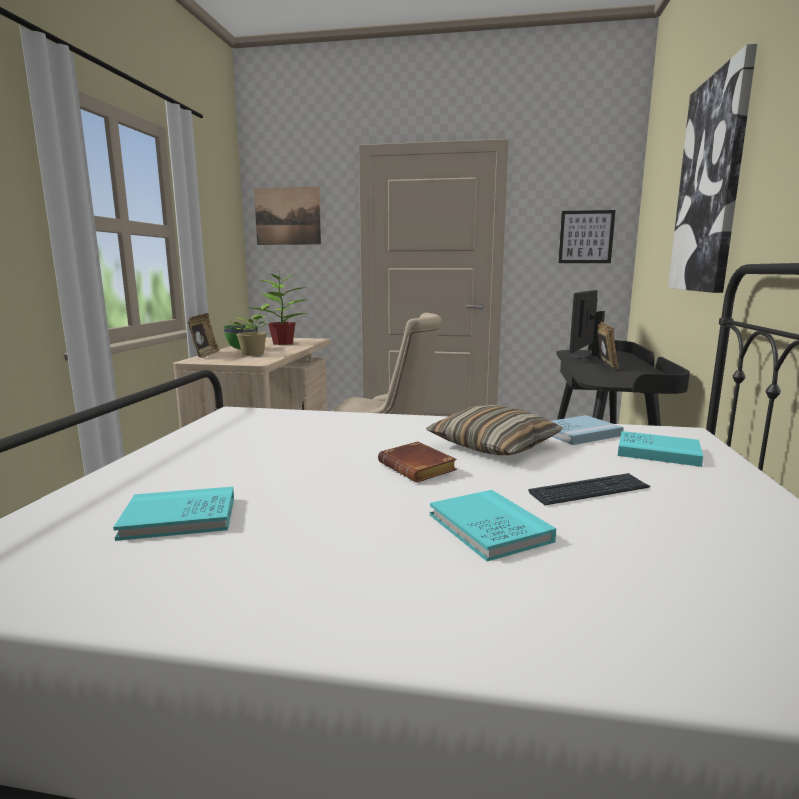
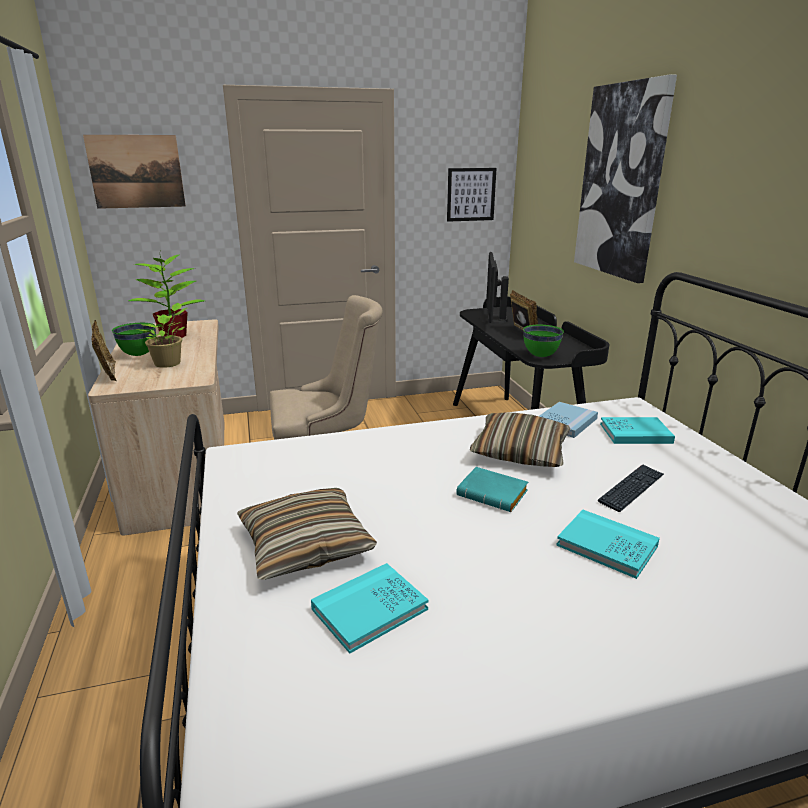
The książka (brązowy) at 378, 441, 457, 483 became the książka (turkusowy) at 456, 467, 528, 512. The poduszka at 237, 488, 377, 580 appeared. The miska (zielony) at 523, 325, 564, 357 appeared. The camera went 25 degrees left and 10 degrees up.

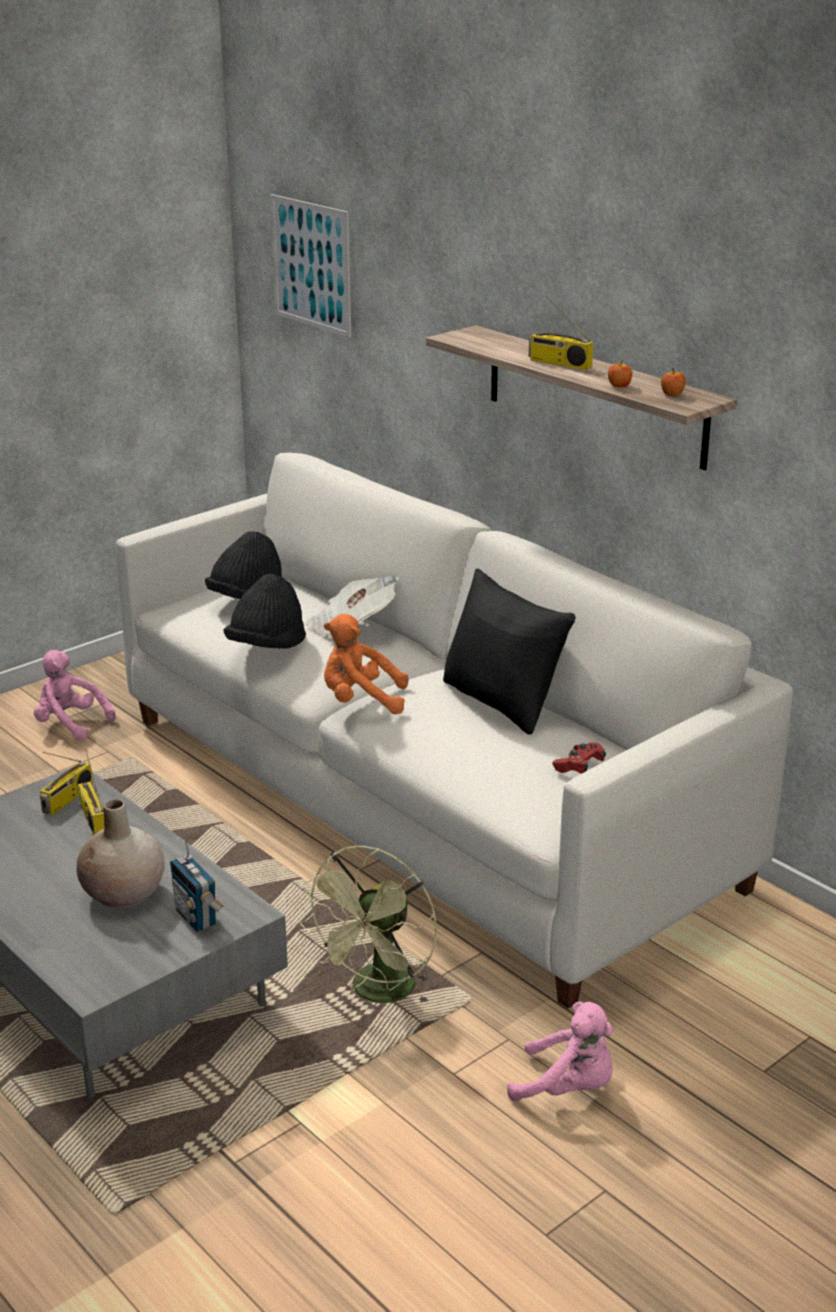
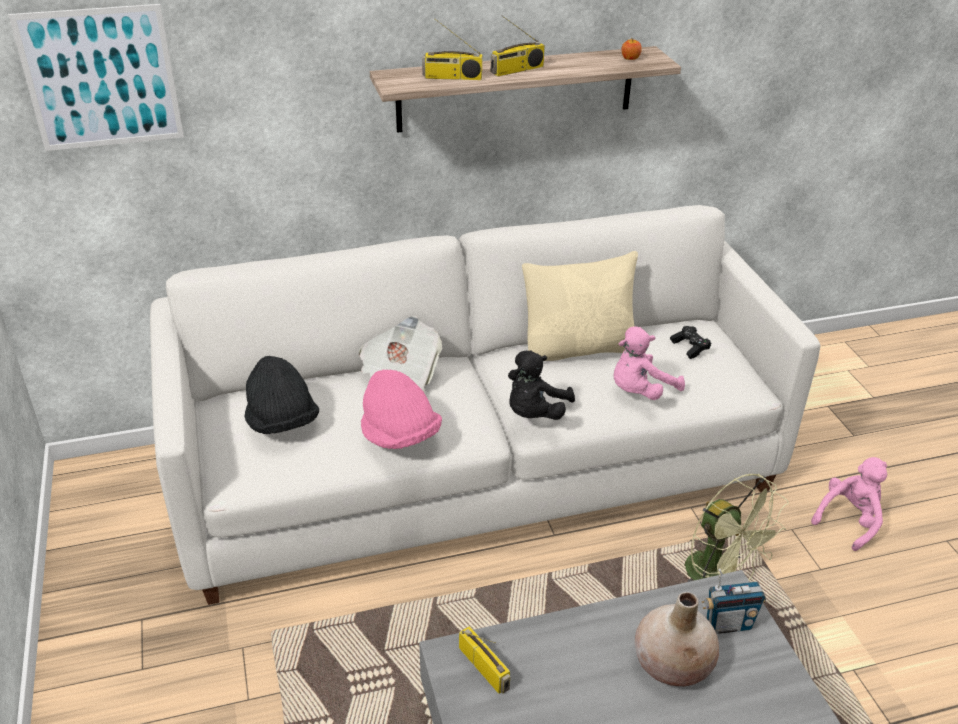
The pluszak (różowy) moved from 34, 650, 115, 740 to 613, 326, 685, 400. The radio moved from 78, 753, 104, 835 to 422, 18, 482, 80. The kapelusz (czarny) at 223, 574, 306, 649 became the kapelusz (różowy) at 361, 370, 442, 449. The pluszak (pomarańczowy) at 324, 614, 408, 714 became the pluszak (czarny) at 508, 350, 575, 420. The poduszka (czarny) at 443, 568, 576, 735 became the poduszka (beżowy) at 522, 251, 638, 361. The pad do gier (czerwony) at 553, 742, 606, 774 became the pad do gier (czarny) at 670, 326, 711, 359. The jabłko at 608, 360, 632, 387 disappeared. The camera went 65 degrees left and 10 degrees up.

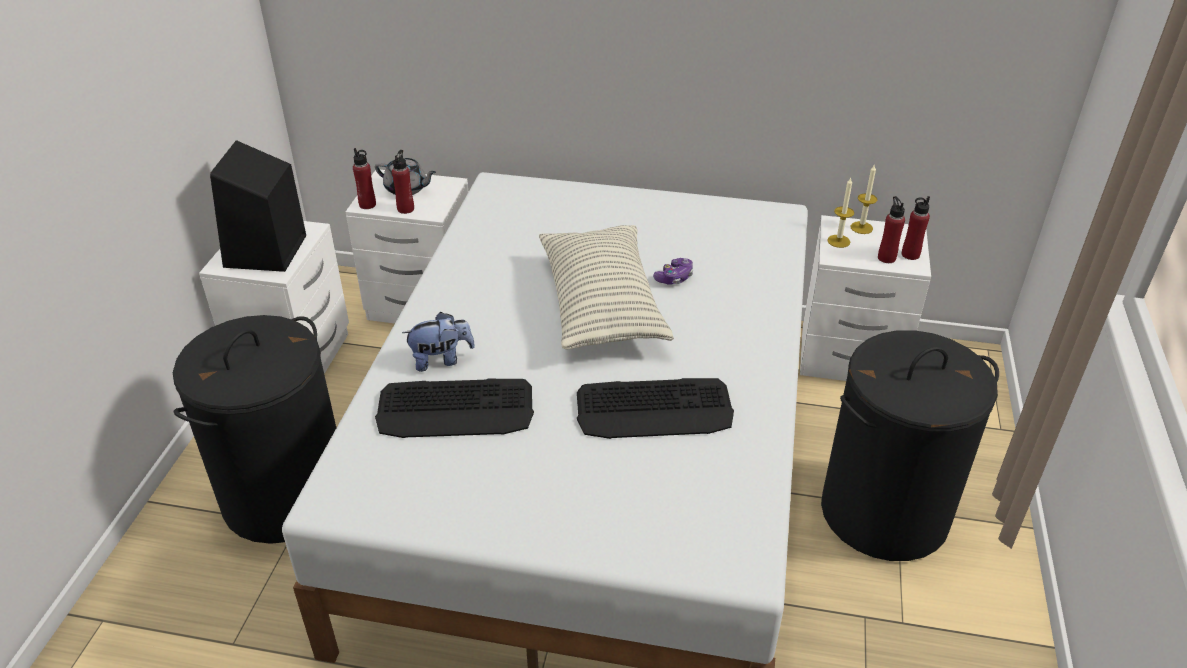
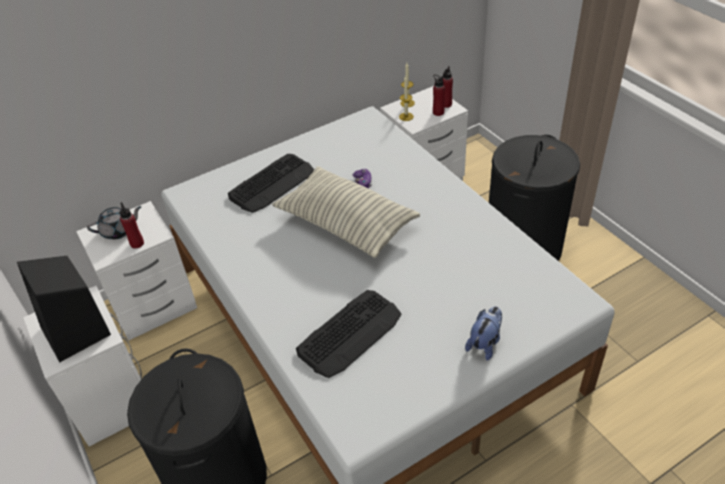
The butelka (czerwony) at 353, 148, 376, 209 disappeared. The pluszak moved from 402, 312, 475, 372 to 465, 306, 502, 360. The klawiatura moved from 577, 378, 734, 439 to 228, 154, 314, 213. The camera went 40 degrees left and 5 degrees up.

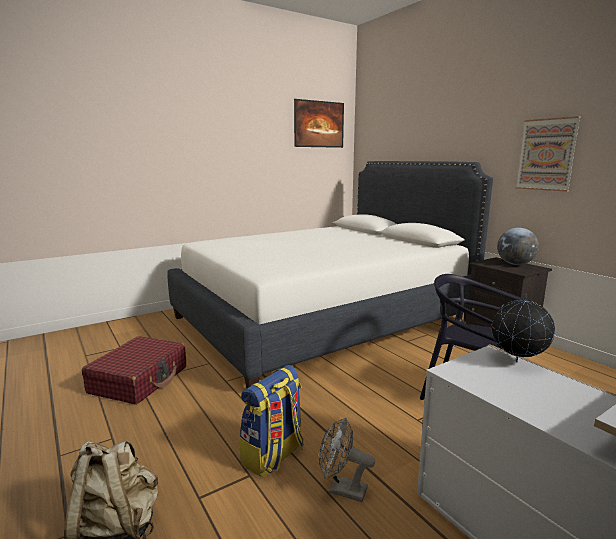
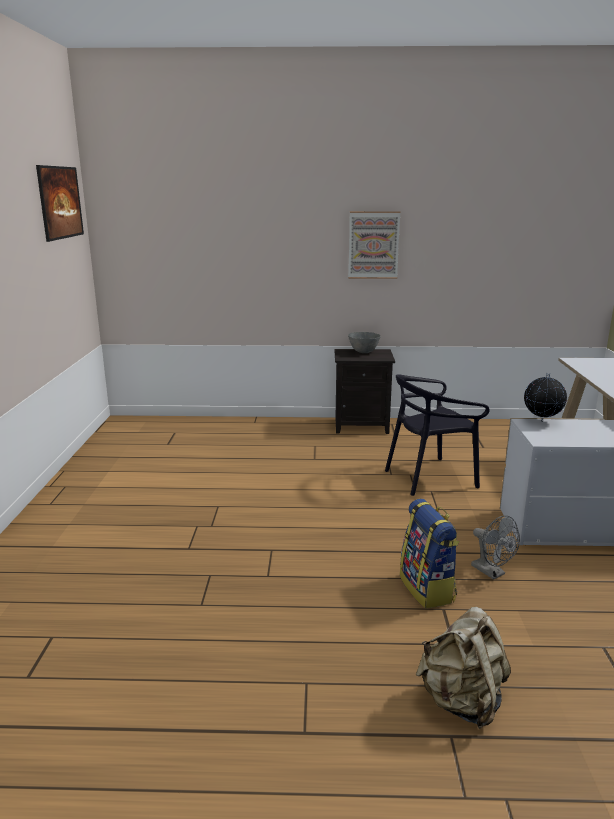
The walizka (czerwony) at 82, 336, 186, 405 disappeared. The łóżko (biały) at 167, 161, 493, 389 disappeared. The wentylator (szary) at 319, 417, 375, 502 turned 90 degrees counterclockwise. The globus at 497, 228, 539, 265 was replaced by the miska (szary) at 348, 332, 381, 353. The camera went 55 degrees left and 5 degrees up.

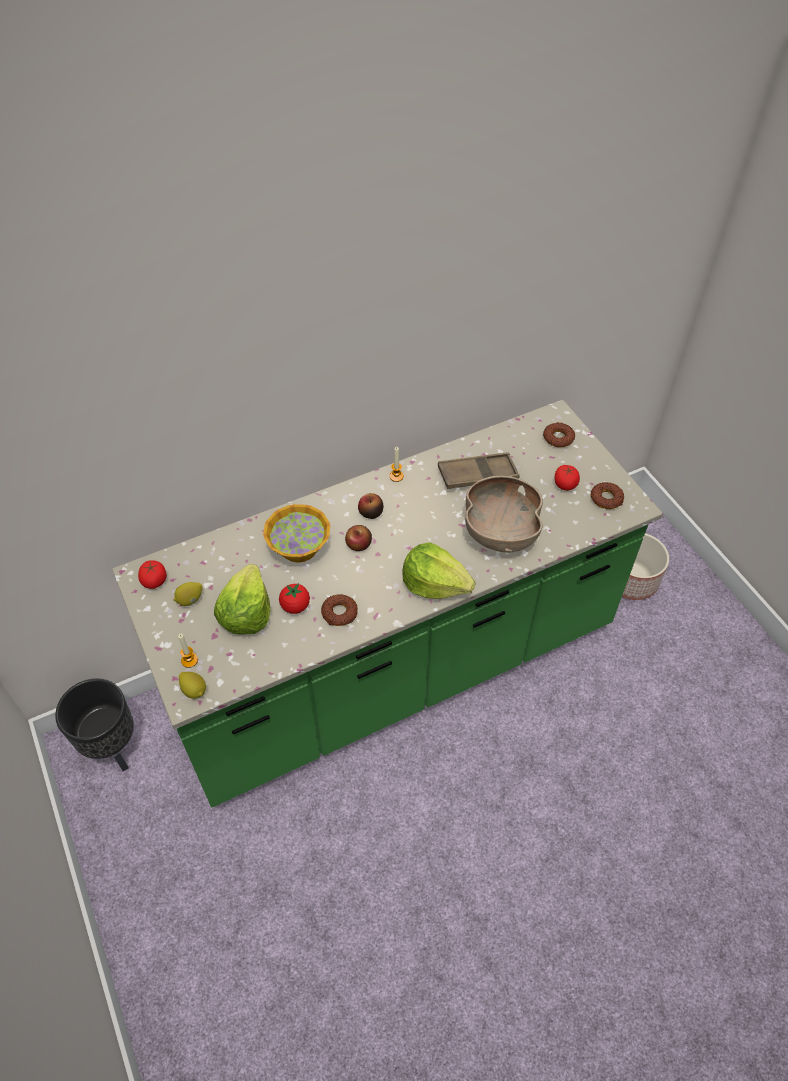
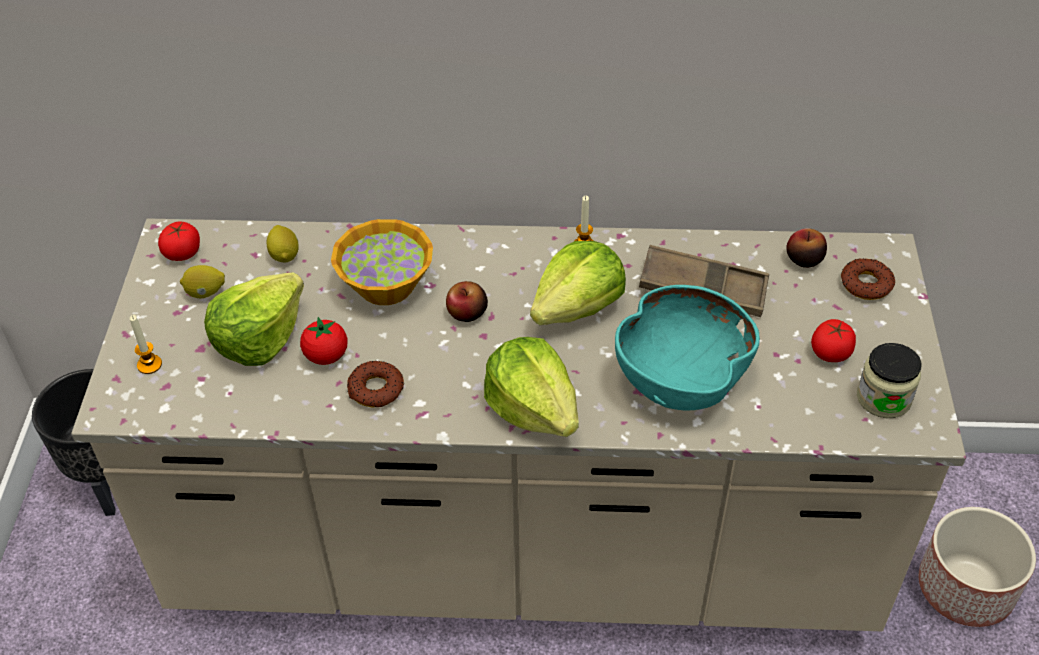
The zabudowa kuchenna (zielony) at 112, 400, 663, 808 became the zabudowa kuchenna (beżowy) at 71, 219, 966, 631. The cytryna moved from 179, 672, 206, 699 to 267, 225, 299, 262. The jabłko moved from 358, 493, 383, 519 to 786, 228, 827, 268. The miska (brązowy) at 466, 476, 543, 552 became the miska (turkusowy) at 615, 285, 760, 410. The donut at 591, 482, 624, 509 was replaced by the słoik at 857, 343, 922, 418. The sałata at 530, 241, 626, 325 appeared. The camera went 30 degrees right and 5 degrees down.

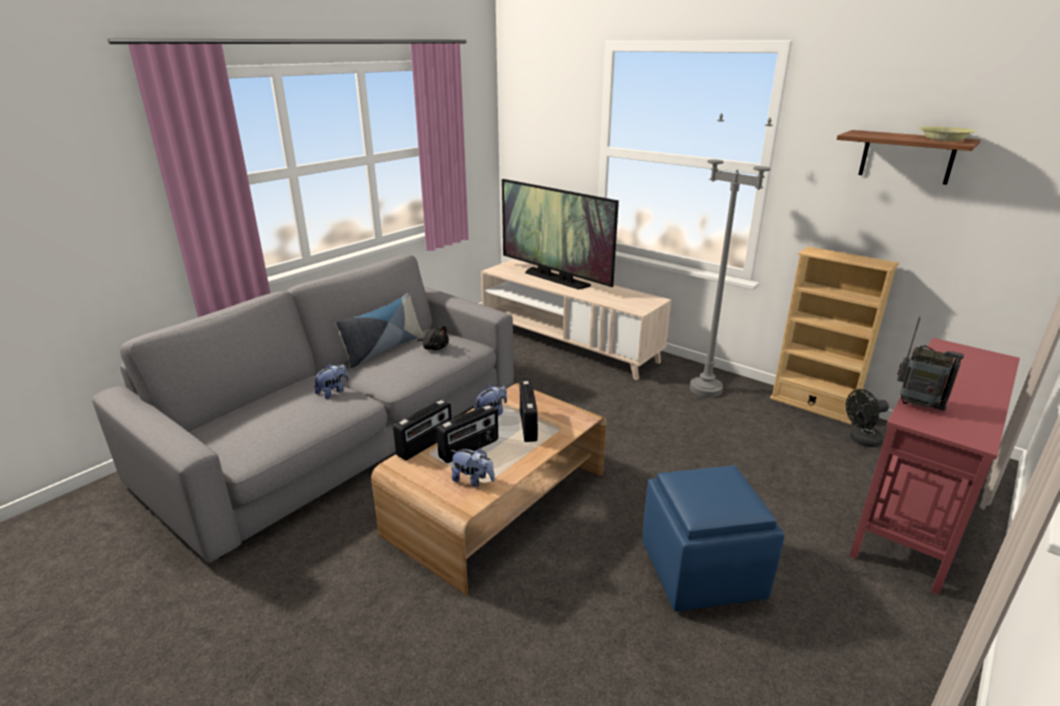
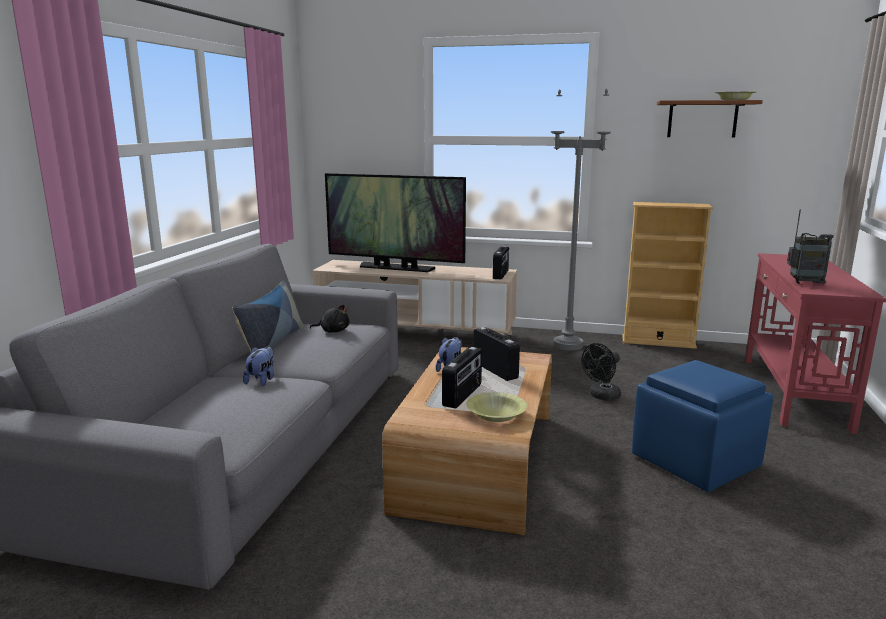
The radio moved from 393, 399, 452, 460 to 493, 246, 509, 279. The pluszak at 451, 448, 495, 487 was replaced by the miska (żółty) at 466, 392, 527, 422. The wentylator (czarny) moved from 846, 389, 889, 447 to 582, 343, 621, 401. The camera went 25 degrees left and 10 degrees down.

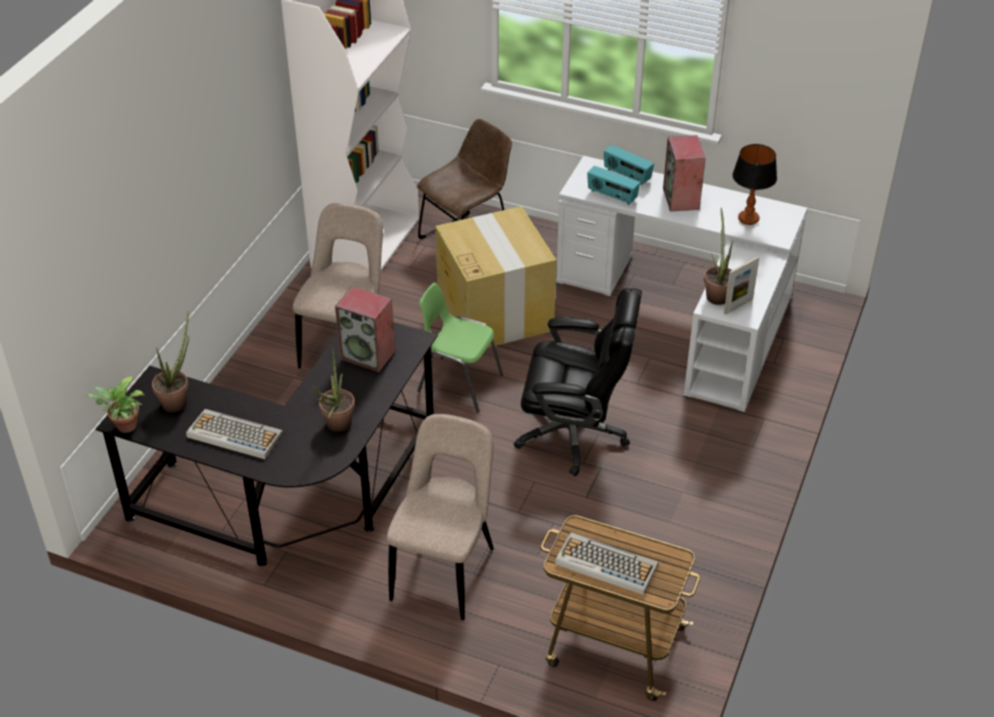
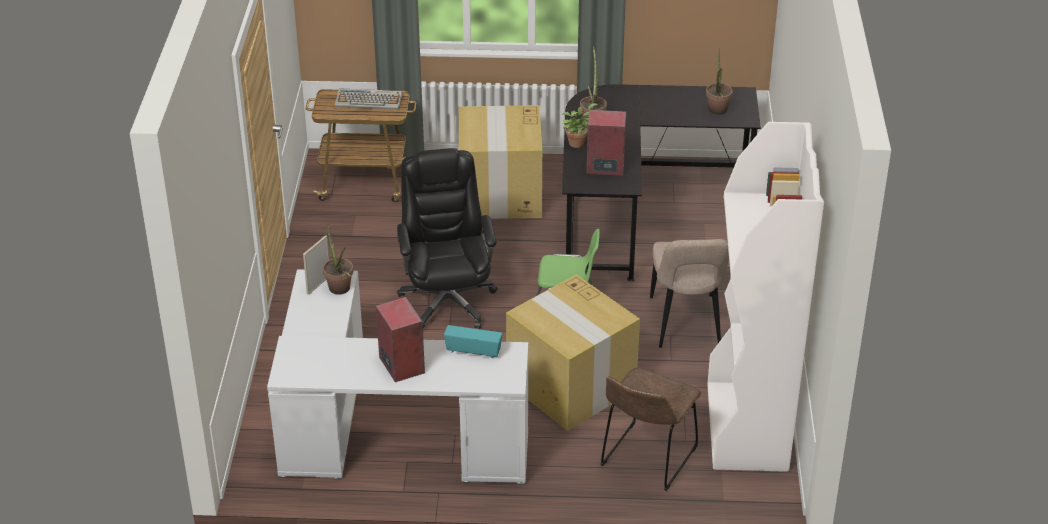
The roślina doniczkowa moved from 86, 377, 145, 433 to 562, 103, 598, 148. The klawiatura at 186, 409, 283, 459 disappeared. The krzesło (beżowy) at 386, 414, 494, 620 was replaced by the karton at 459, 105, 542, 219. The krzesło biurowe (czarny) at 514, 288, 642, 476 turned 90 degrees clockwise. The radio at 604, 145, 654, 185 disappeared. The lampa stołowa at 732, 144, 777, 225 disappeared. The camera went 160 degrees right and 5 degrees down.

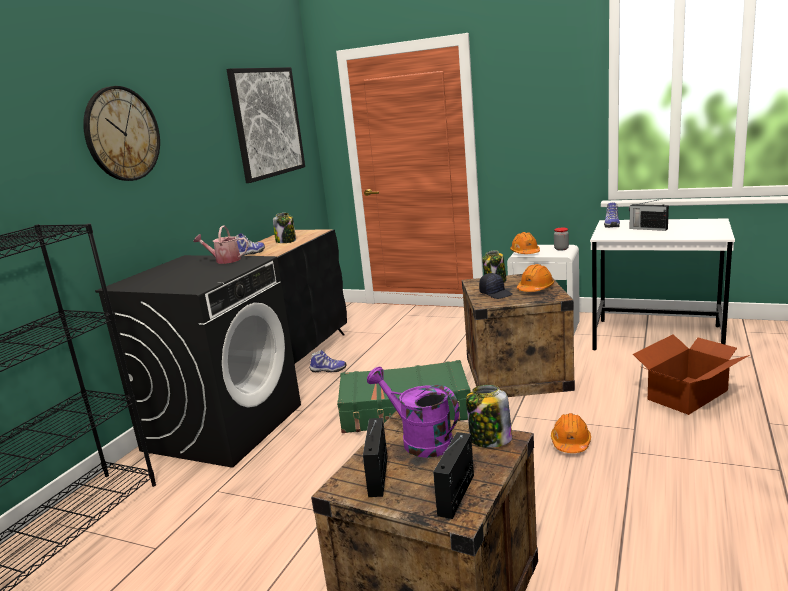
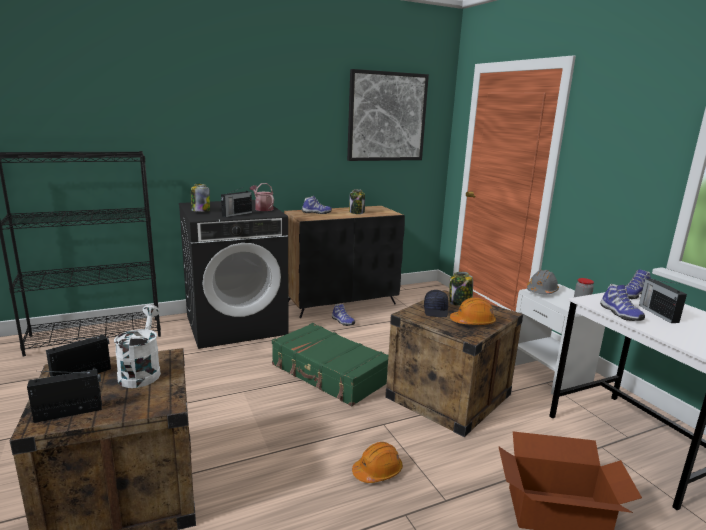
The zegar ścienny at 83, 86, 160, 181 disappeared. The konewka (fioletowy) at 367, 367, 459, 458 became the konewka (biały) at 114, 305, 161, 388. The słoik moved from 466, 385, 512, 448 to 191, 184, 210, 212. The kask (pomarańczowy) at 510, 232, 540, 254 became the kask (szary) at 527, 270, 559, 294. The radio at 221, 187, 252, 217 appeared. The but at 600, 284, 645, 321 appeared. The camera went 40 degrees right and 0 degrees up.

